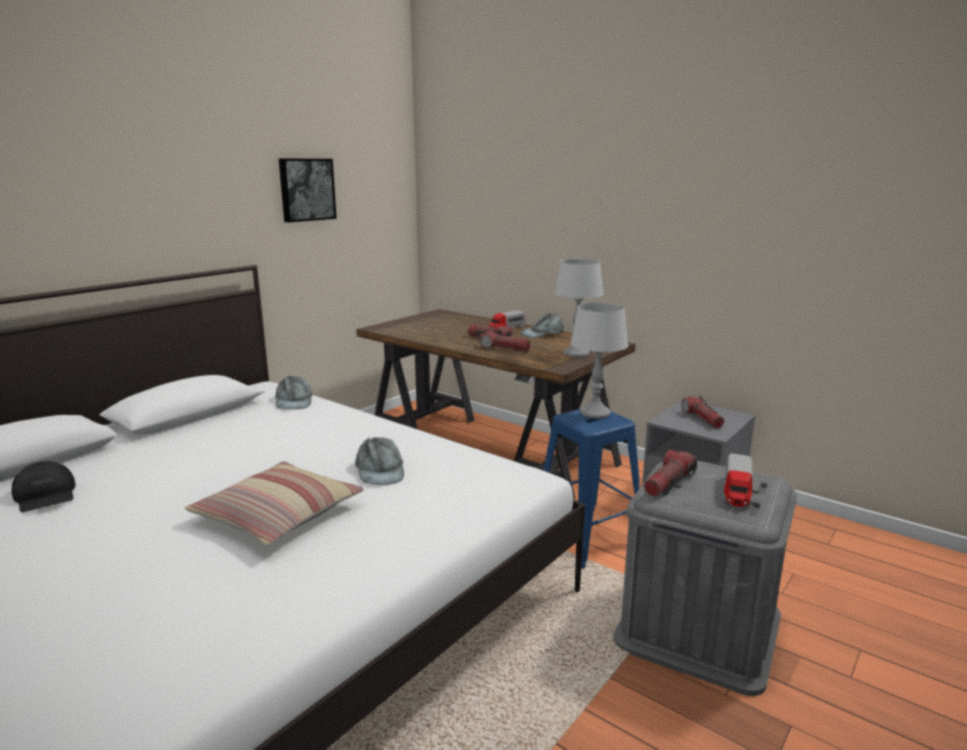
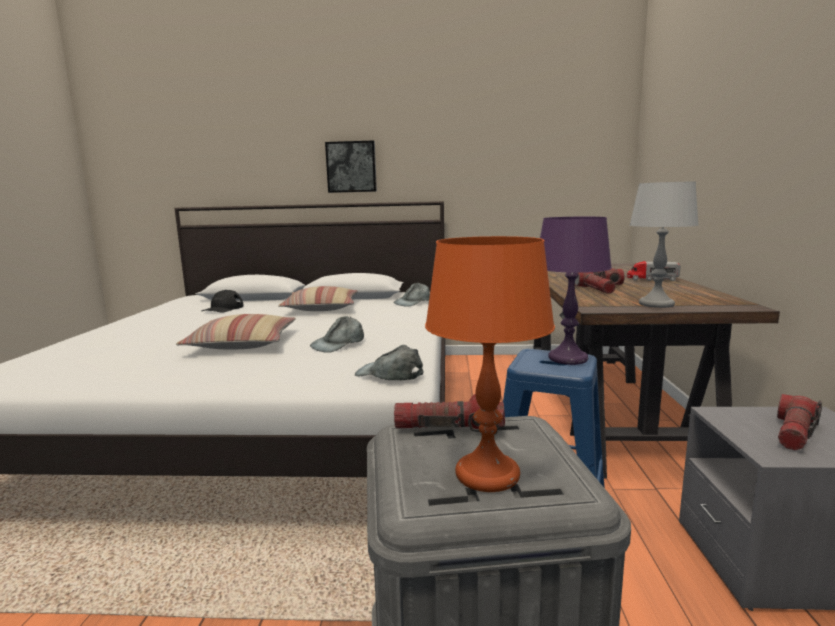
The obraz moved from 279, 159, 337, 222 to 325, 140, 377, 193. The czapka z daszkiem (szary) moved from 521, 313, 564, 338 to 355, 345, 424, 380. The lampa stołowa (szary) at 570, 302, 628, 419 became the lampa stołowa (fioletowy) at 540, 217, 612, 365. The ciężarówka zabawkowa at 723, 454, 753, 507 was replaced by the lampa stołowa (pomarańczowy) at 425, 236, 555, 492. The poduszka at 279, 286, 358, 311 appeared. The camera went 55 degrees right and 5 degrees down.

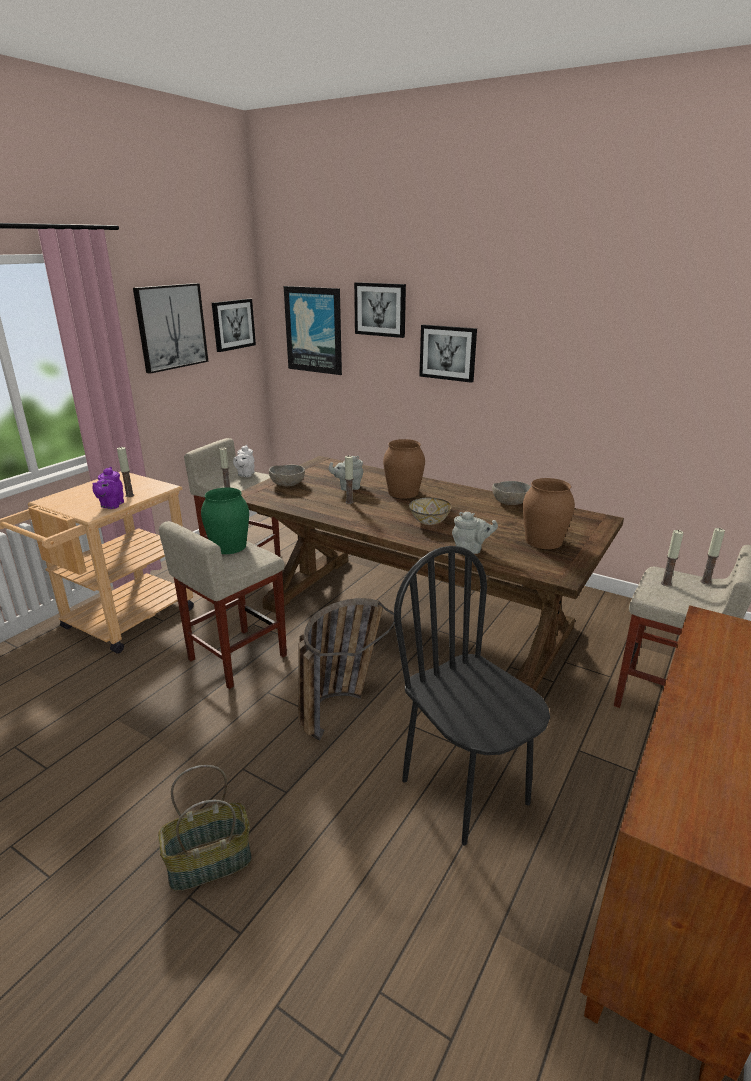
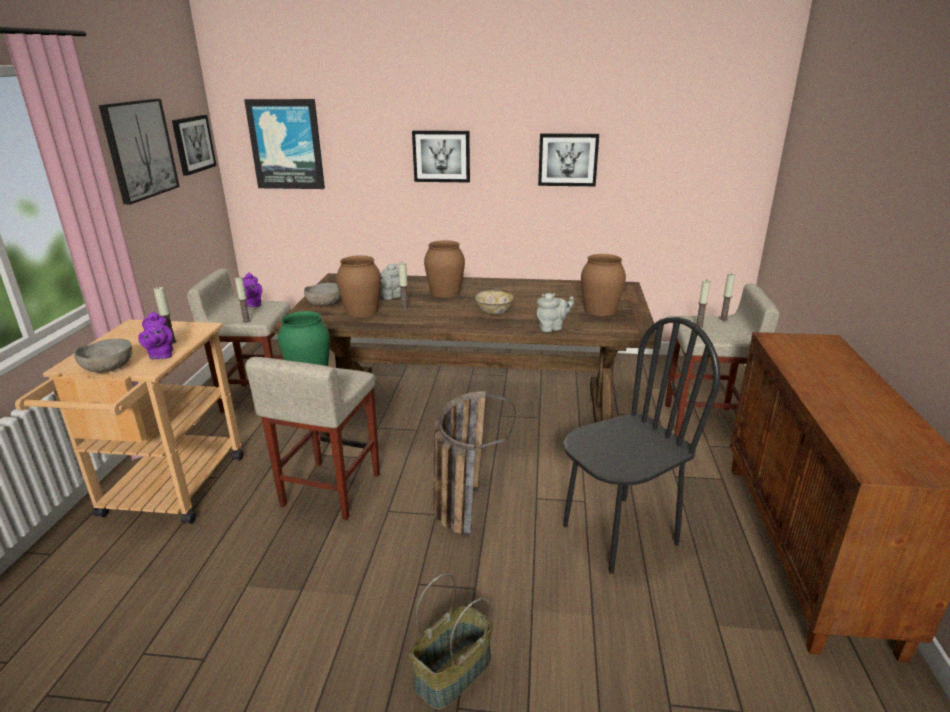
The imbryk (biały) at 233, 445, 254, 477 became the imbryk (fioletowy) at 243, 272, 262, 307. The obraz moved from 354, 282, 406, 338 to 538, 134, 599, 186. The krzesło (czarny) at 394, 546, 550, 845 turned 120 degrees clockwise. The miska (szary) moved from 492, 481, 531, 505 to 74, 339, 132, 373. The wazon (brązowy) at 336, 255, 381, 318 appeared. The camera went 25 degrees left and 0 degrees up.

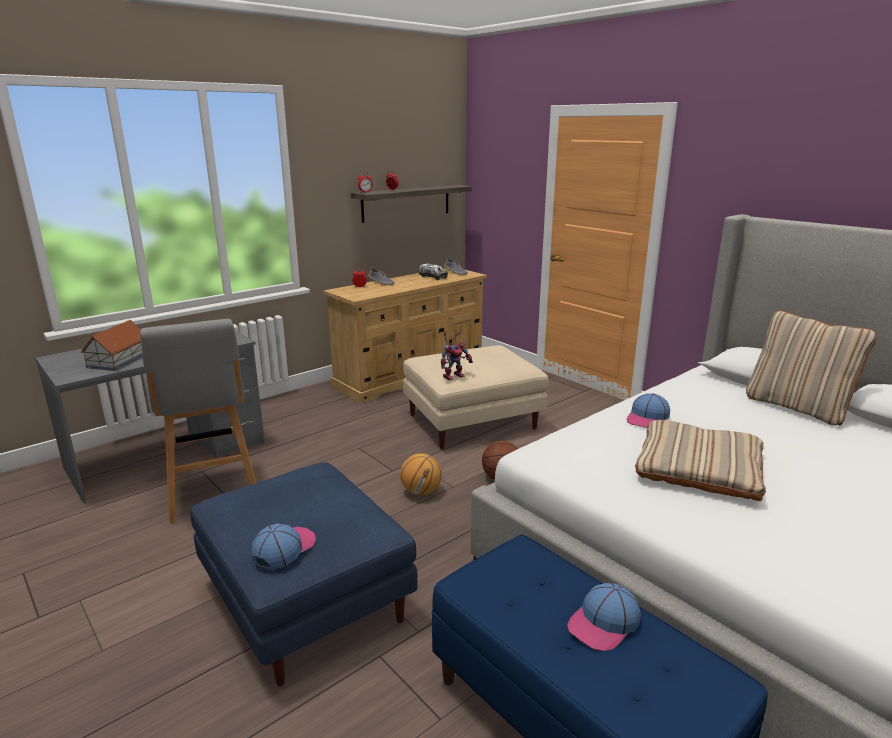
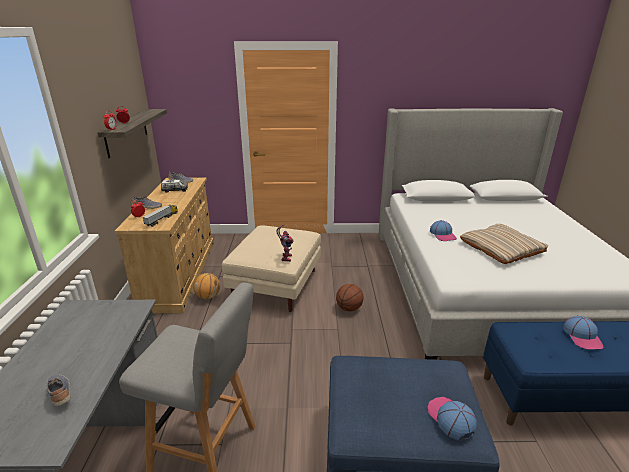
The domek at 81, 320, 143, 371 was replaced by the but at 47, 374, 71, 407. The piłka do koszykówki moved from 400, 453, 442, 495 to 193, 273, 220, 299. The poduszka (beżowy) at 746, 310, 877, 426 disappeared. The ciężarówka zabawkowa at 142, 205, 178, 227 appeared. The camera went 50 degrees left and 5 degrees up.

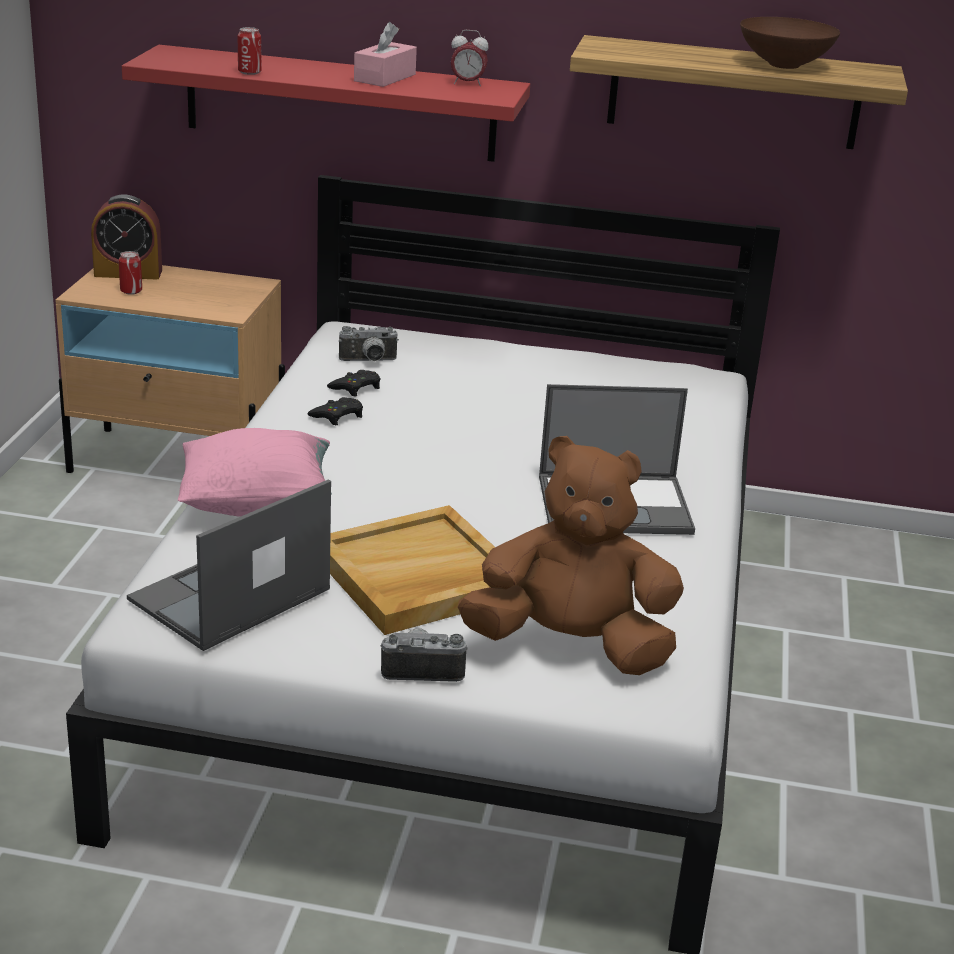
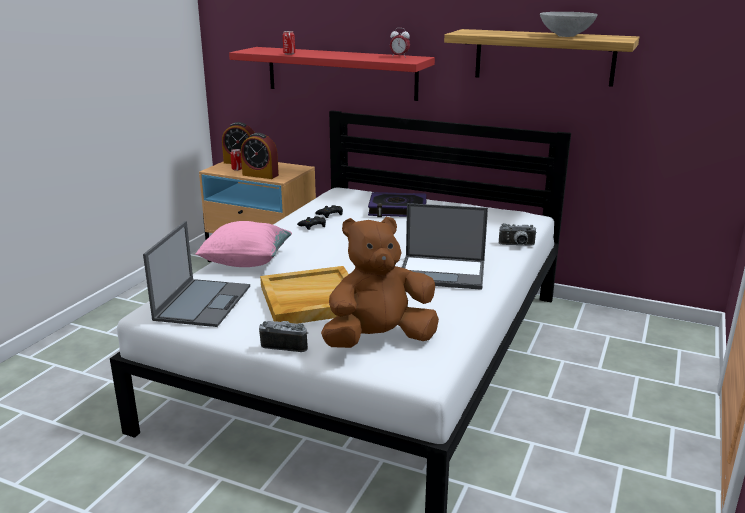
The laptop at 127, 479, 331, 651 turned 135 degrees clockwise. The aparat fotograficzny moved from 339, 326, 399, 361 to 499, 223, 537, 245. The pudełko chusteczek (różowy) at 354, 22, 417, 87 disappeared. The pluszak (brązowy) at 458, 436, 684, 675 turned 45 degrees counterclockwise. The miska (brązowy) at 740, 17, 840, 69 became the miska (szary) at 540, 12, 598, 37. The budzik at 241, 133, 279, 179 appeared. The książka at 368, 192, 427, 217 appeared. The camera went 15 degrees right and 5 degrees down.

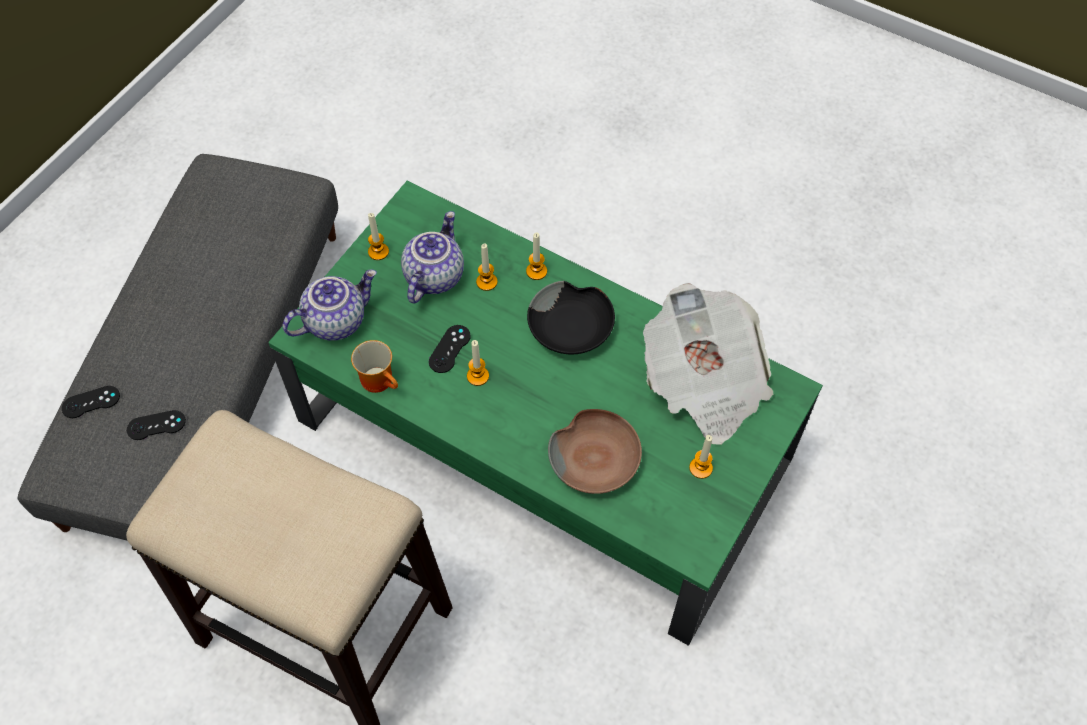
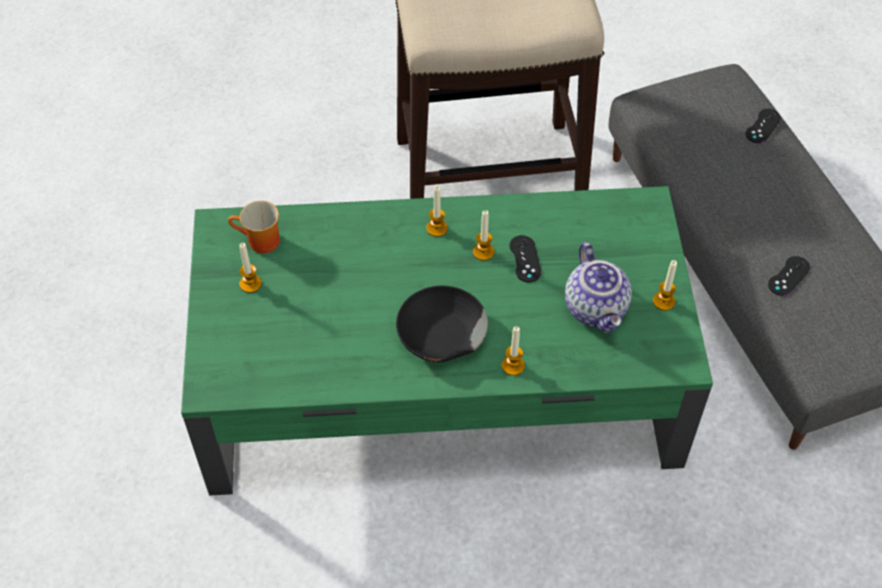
The pad do gier (czarny) moved from 127, 410, 186, 440 to 768, 256, 810, 296. The imbryk at 283, 270, 377, 341 disappeared. The kubek moved from 351, 340, 398, 393 to 228, 201, 280, 253. The świeca moved from 476, 244, 498, 291 to 426, 186, 448, 237. The miska (brązowy) at 548, 409, 642, 494 disappeared. The gazeta at 643, 283, 773, 445 disappeared. The camera went 145 degrees right and 5 degrees down.

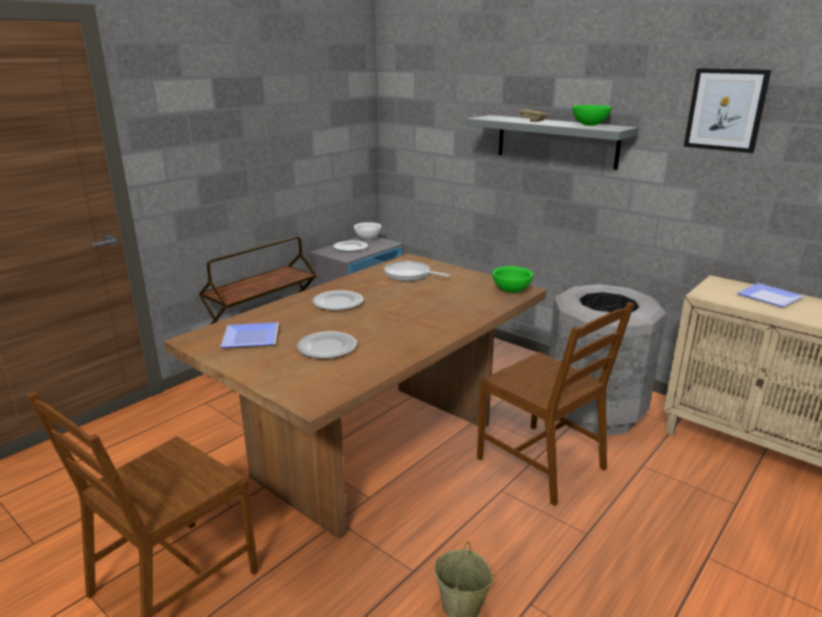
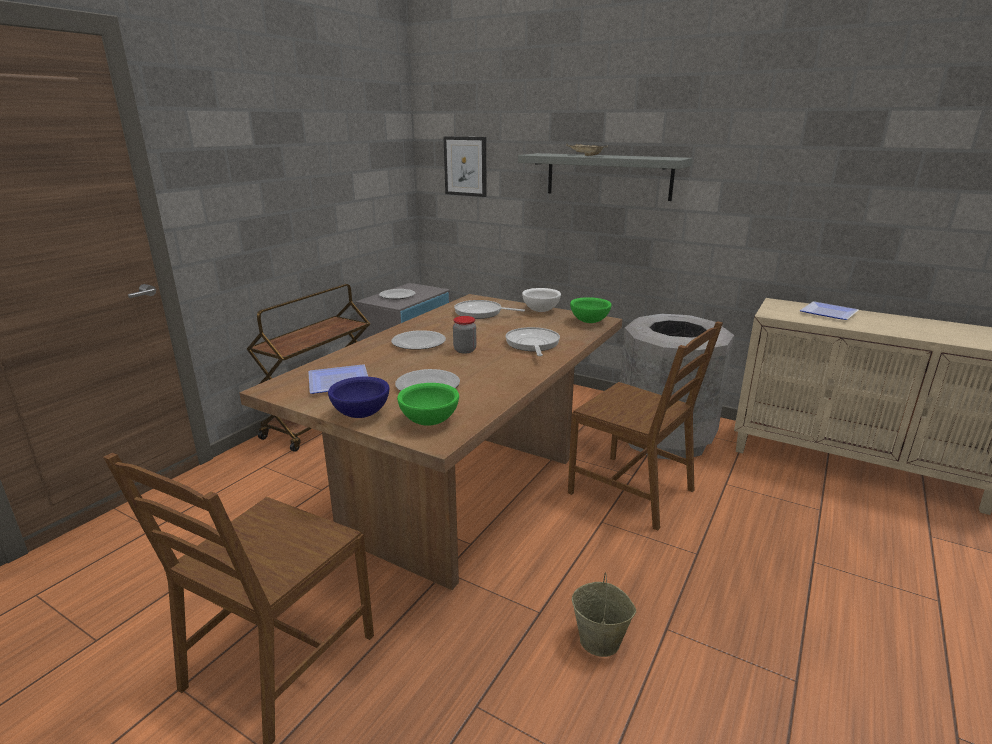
The miska (biały) moved from 354, 222, 381, 240 to 522, 288, 561, 312. The miska (zielony) moved from 572, 105, 611, 126 to 397, 383, 459, 426. The obraz moved from 684, 68, 771, 153 to 444, 136, 487, 197. The miska (niebieski) at 328, 377, 389, 418 appeared. The słoik at 453, 316, 477, 354 appeared. The patelnia at 506, 327, 560, 356 appeared. The camera went 10 degrees left and 0 degrees up.

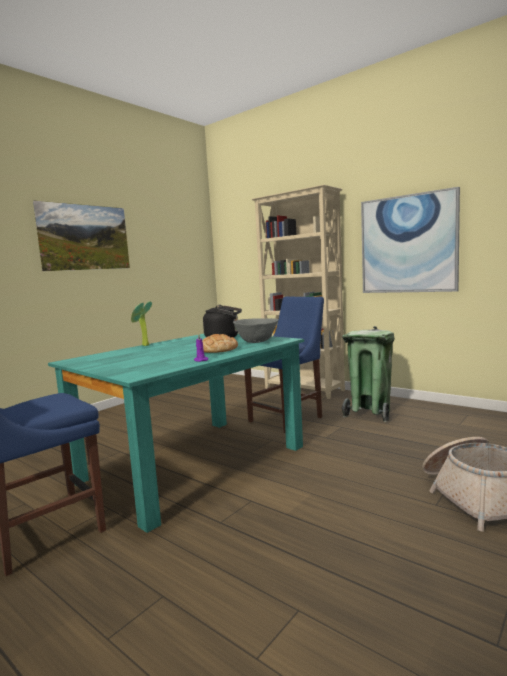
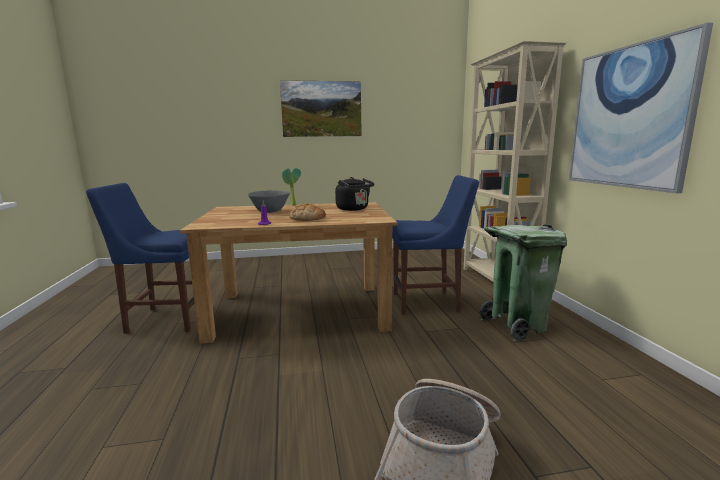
The stół jadalny (turkusowy) at 48, 334, 304, 533 became the stół jadalny (brązowy) at 180, 202, 397, 344. The miska (szary) moved from 233, 318, 278, 343 to 248, 190, 290, 213. The camera went 40 degrees right and 5 degrees up.

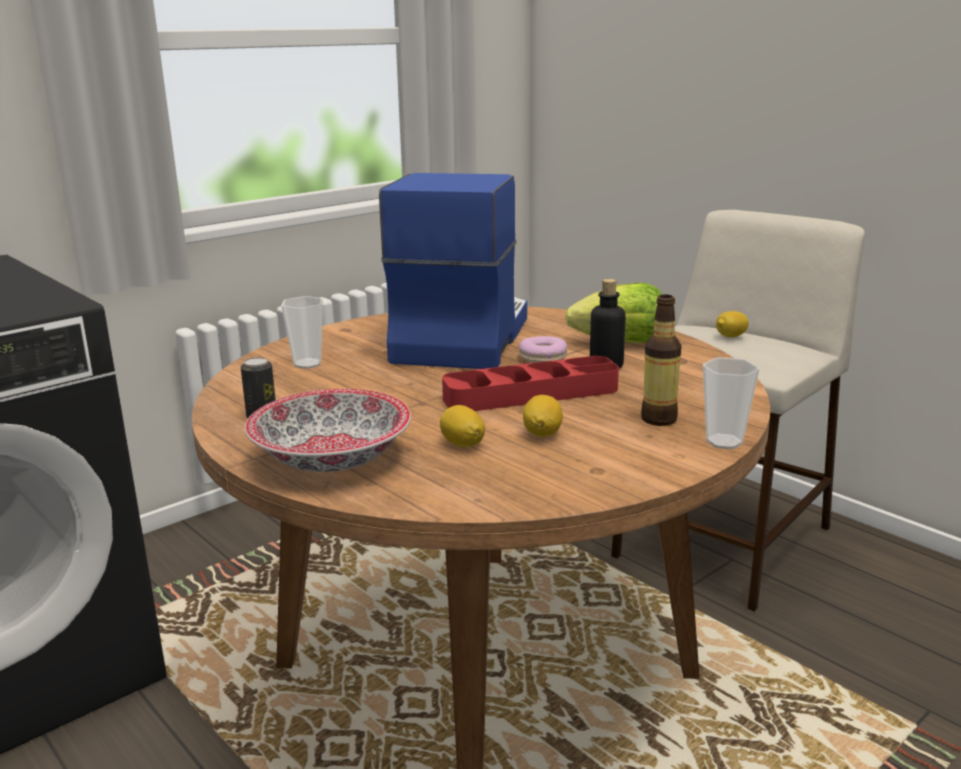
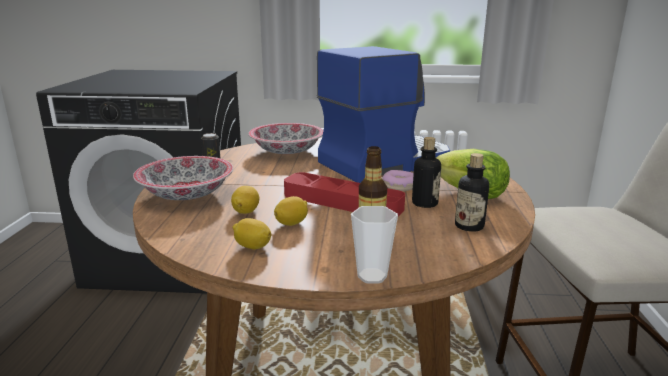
The filiżanka at 281, 296, 323, 369 was replaced by the miska at 249, 123, 323, 154. The cytryna moved from 716, 311, 749, 337 to 232, 218, 271, 249. The butelka at 455, 153, 489, 232 appeared. The camera went 45 degrees right and 0 degrees up.

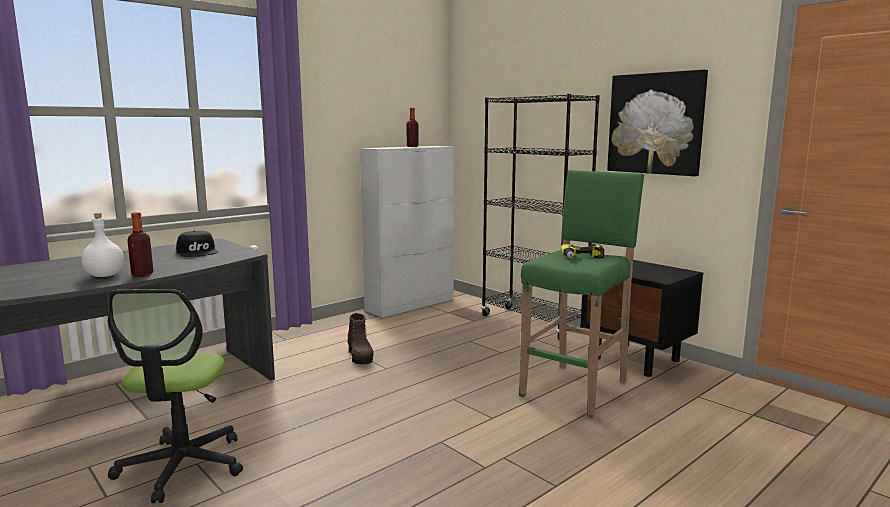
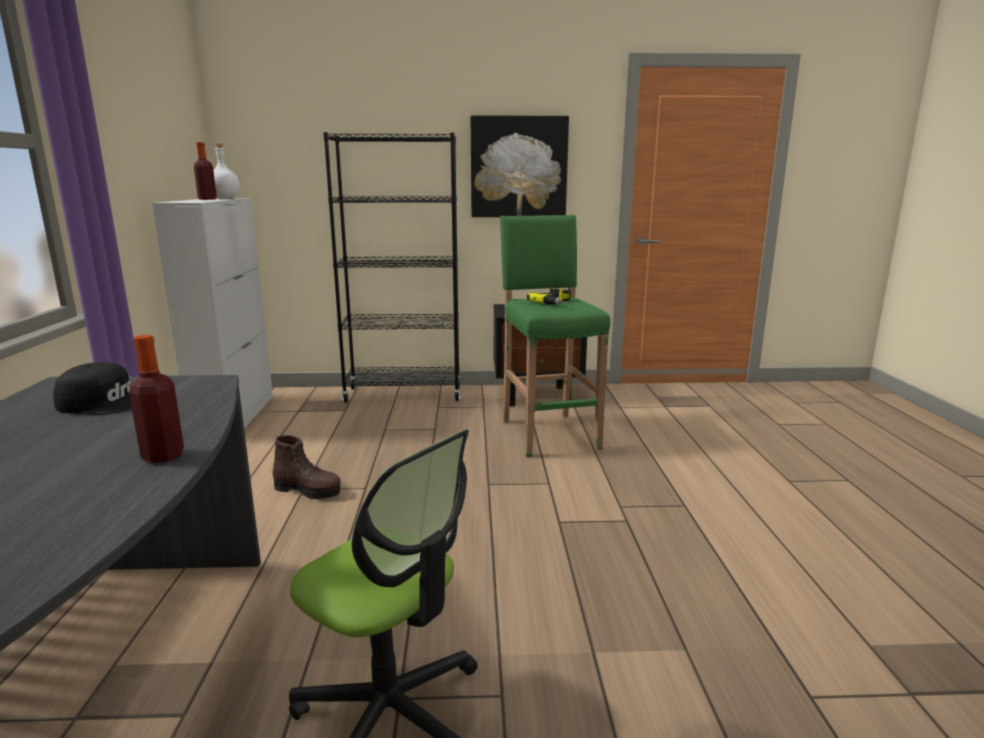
The butelka (biały) moved from 81, 213, 124, 277 to 213, 144, 240, 198. The camera went 50 degrees left and 5 degrees up.

